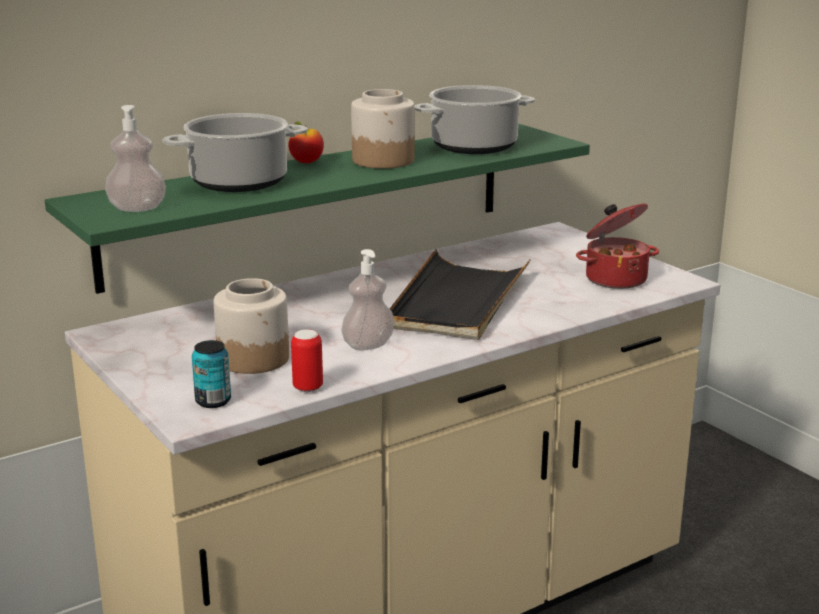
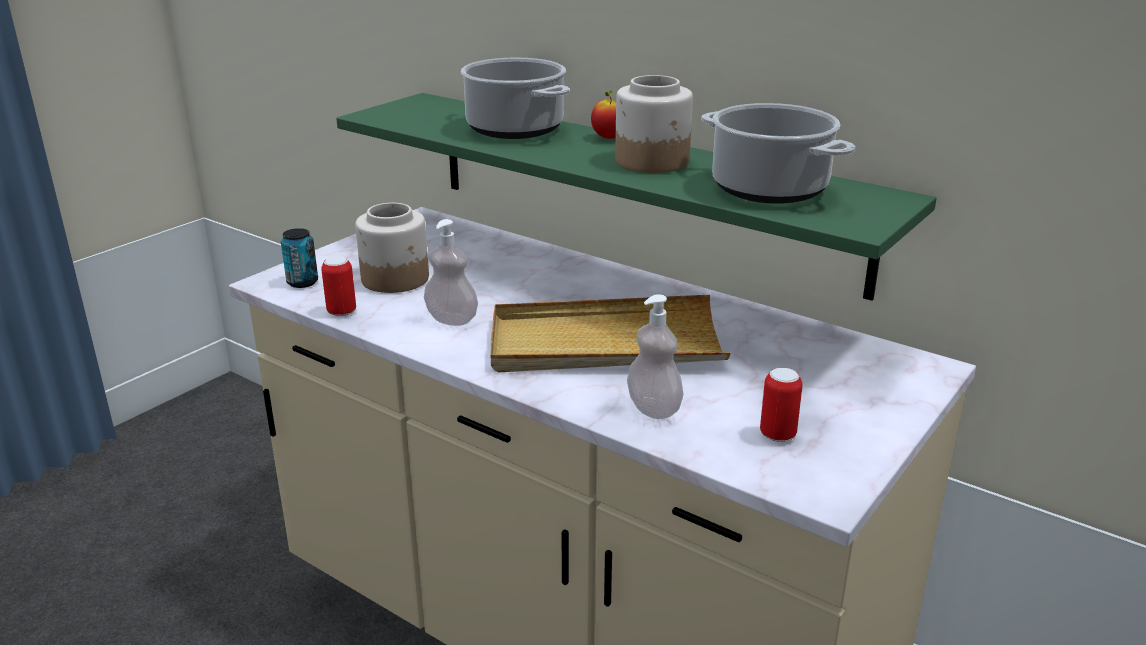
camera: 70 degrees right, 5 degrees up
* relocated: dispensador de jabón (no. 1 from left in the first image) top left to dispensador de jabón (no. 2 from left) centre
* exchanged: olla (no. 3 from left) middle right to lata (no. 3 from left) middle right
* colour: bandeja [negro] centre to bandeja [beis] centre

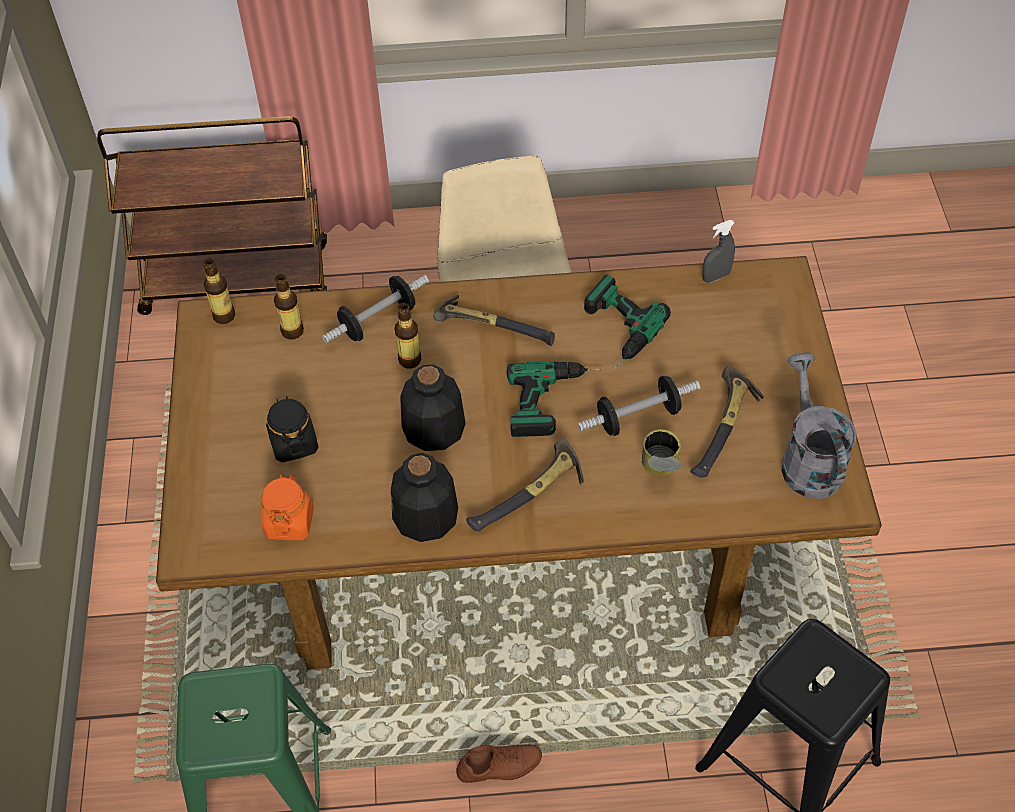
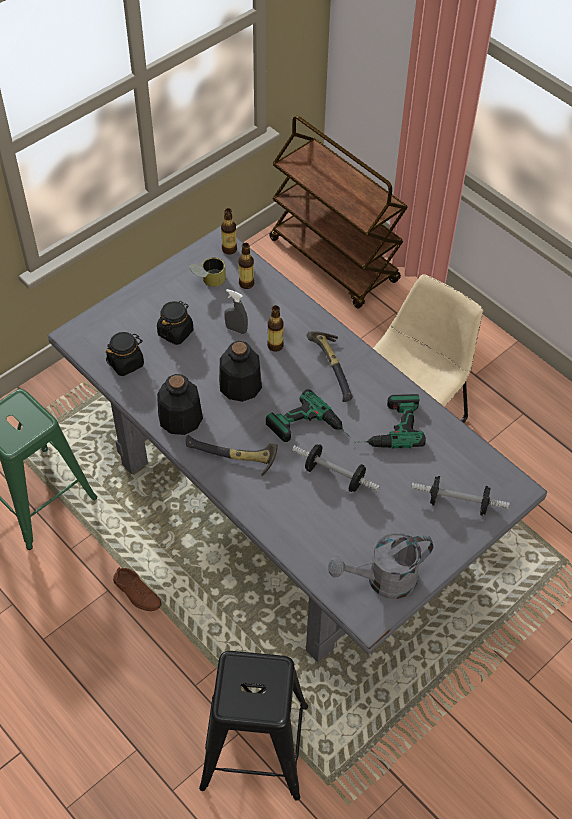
camera: 50 degrees right, 0 degrees up
* missing: martillo (no. 3 from left) middle right
* relocated: mancuerna (no. 1 from left in the first image) centre to mancuerna (no. 2 from left) middle right
* relocated: lata centre to top centre
* relocated: pulverizador [gris] top right to centre
* colour: mesa de comedor [marrón] centre to mesa de comedor [gris] centre
* colour: tarro [naranja] middle left to tarro [negro] (no. 1 from left) middle left
* spun: regadera [gris] middle right = bottom centre 150 degrees counterclockwise

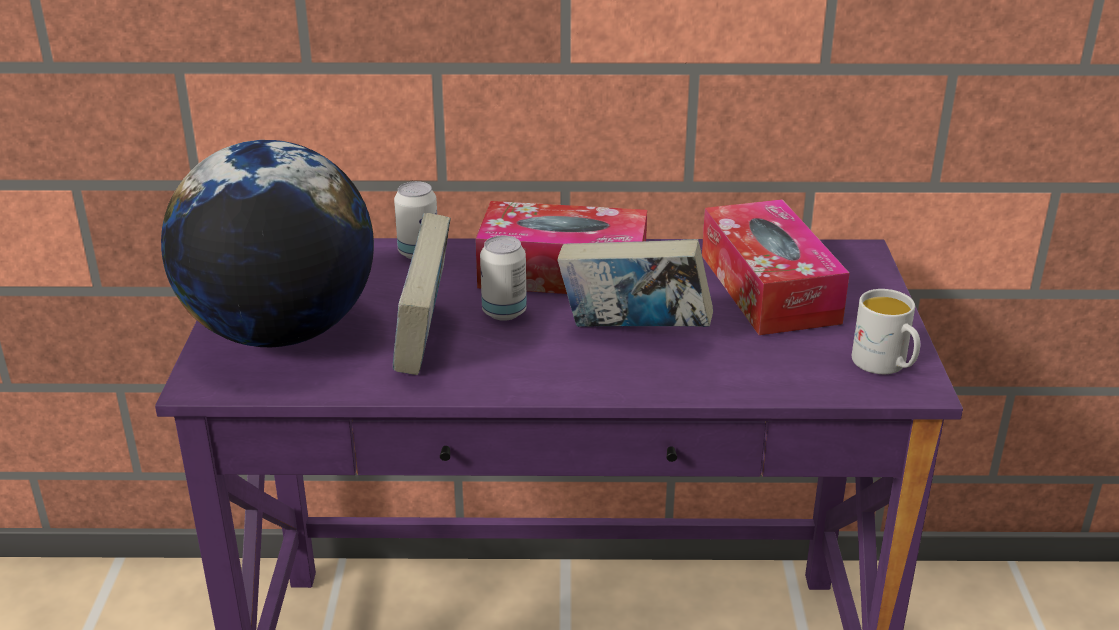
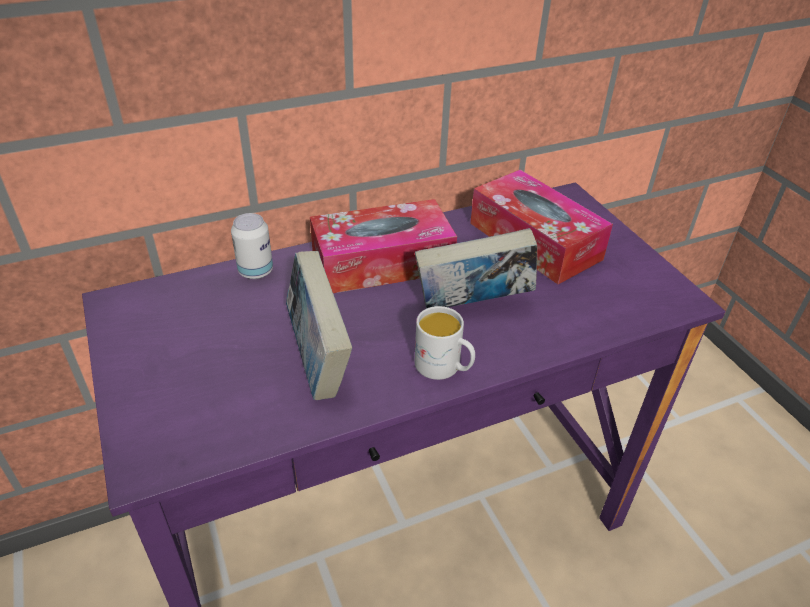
camera: 25 degrees left, 10 degrees up
* missing: globo terráqueo middle left
* missing: lata (no. 2 from left) centre
* relocated: taza grande [blanco] middle right to centre

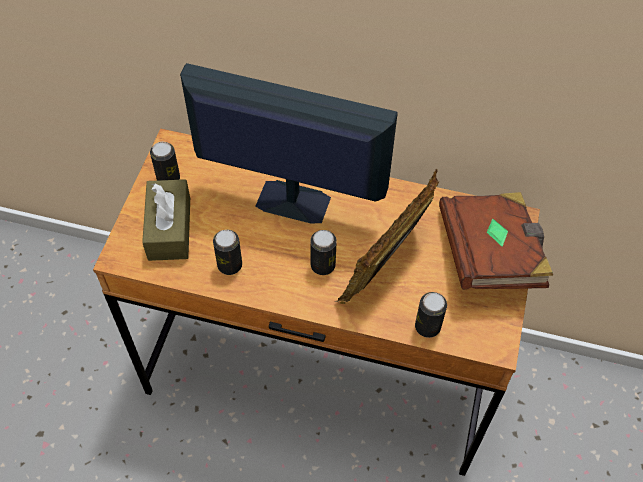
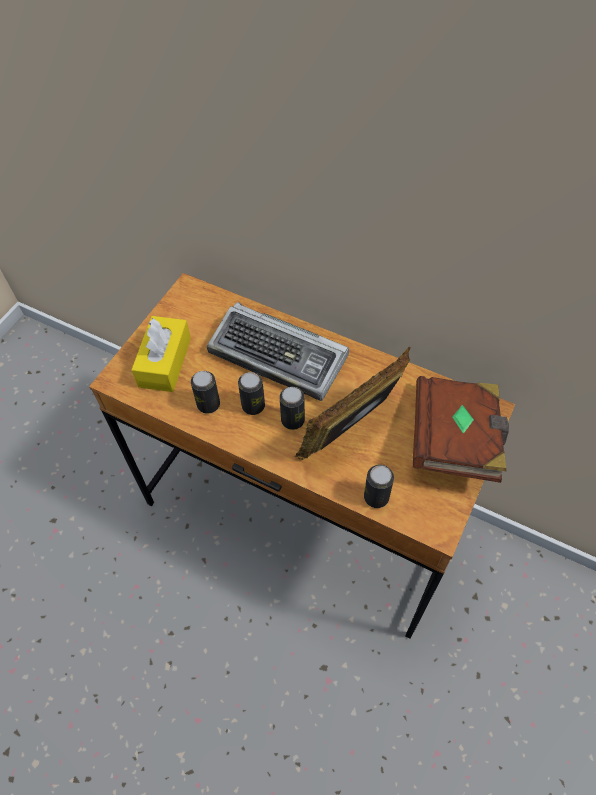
camera: 15 degrees right, 0 degrees up
* relocated: lata (no. 1 from left in the first image) middle left to lata (no. 2 from left) centre
* exchanged: monitor top centre to teclado centre
* colour: caja de pañuelos [marrón] middle left to caja de pañuelos [amarillo] middle left

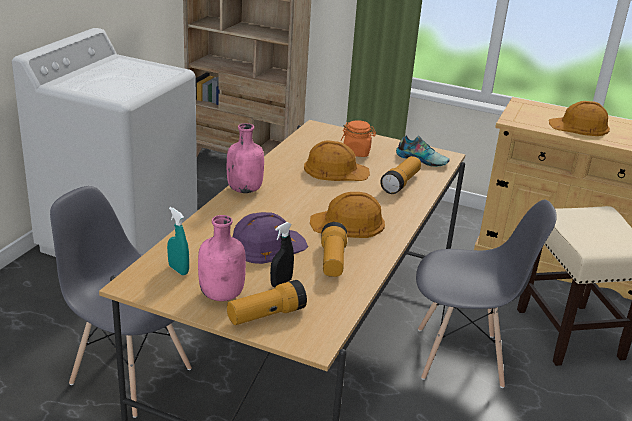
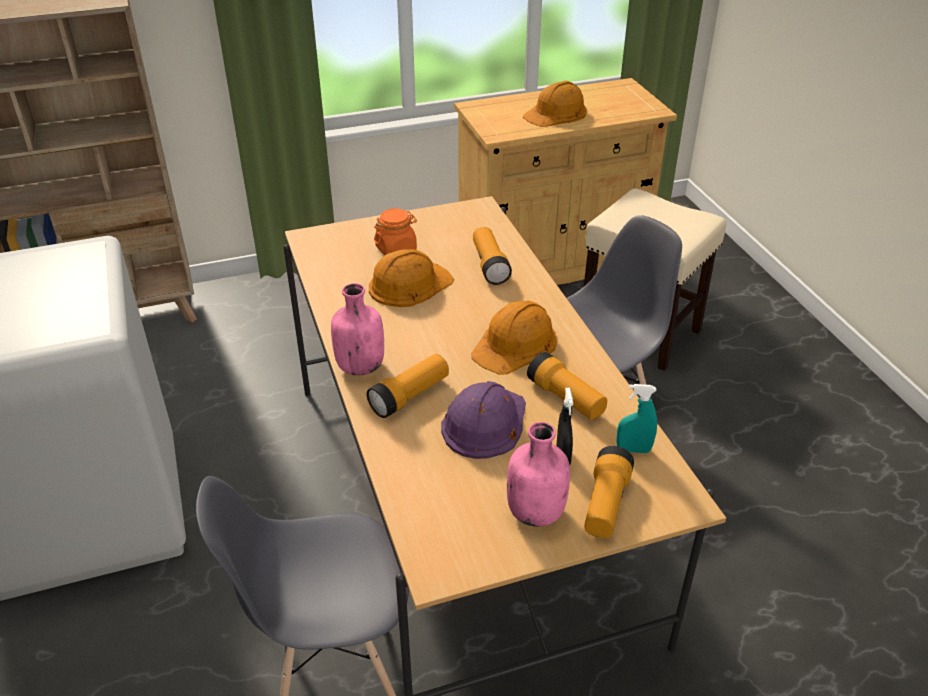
camera: 40 degrees left, 10 degrees up
* missing: zapato middle right
* appeared: linterna (no. 1 from left) centre
* relocated: pulverizador [turquesa] middle left to middle right

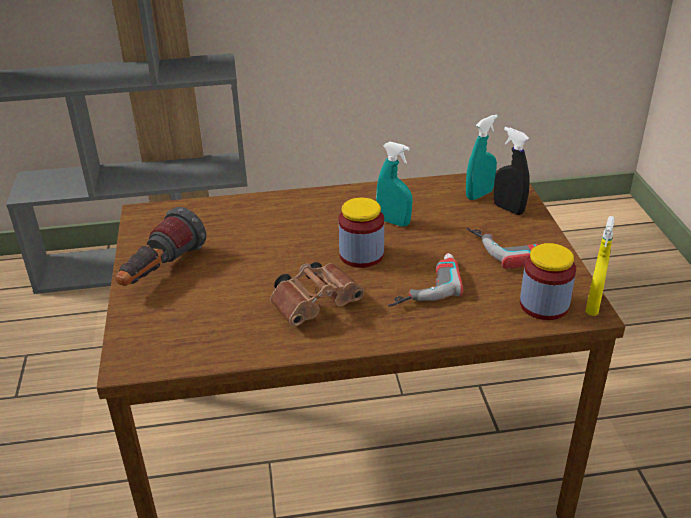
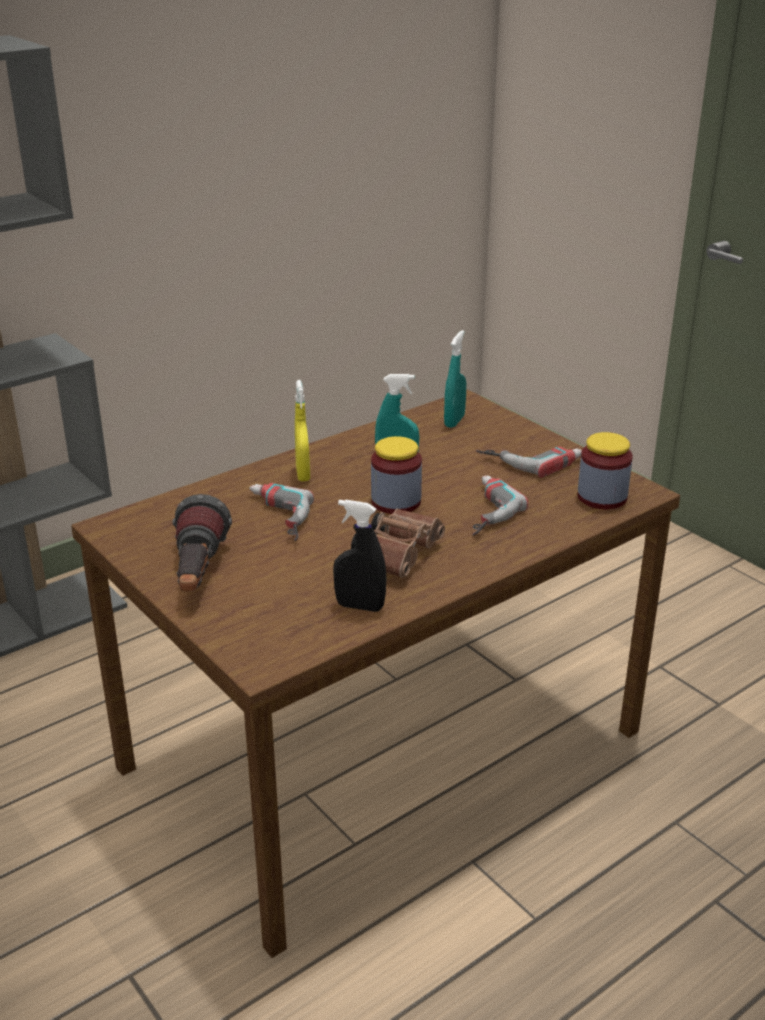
camera: 30 degrees left, 5 degrees down
* appeared: taladro (no. 1 from left) centre
* relocated: pulverizador [negro] top right to centre
* relocated: pulverizador [amarillo] middle right to centre

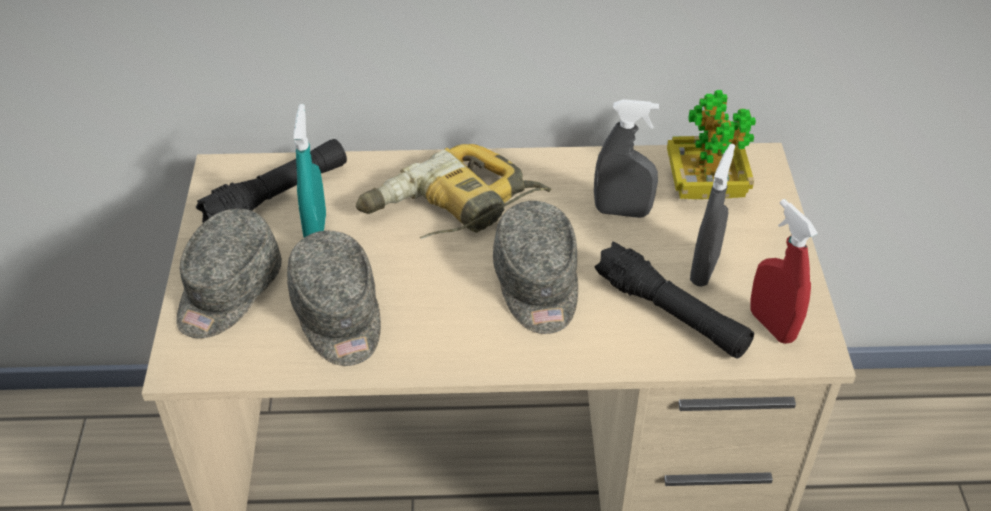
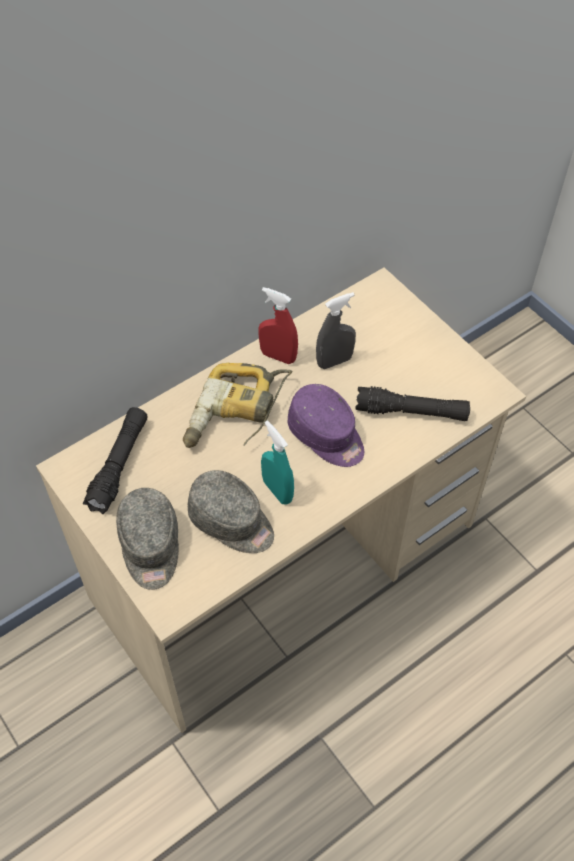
camera: 35 degrees left, 10 degrees up
* missing: planta en maceta top right
* missing: pulverizador [gris] (no. 2 from left) middle right
* relocated: pulverizador [turquesa] top left to centre
* relocated: pulverizador [rojo] middle right to centre
* colour: gorra [gris] (no. 3 from left) centre to gorra [morado] centre

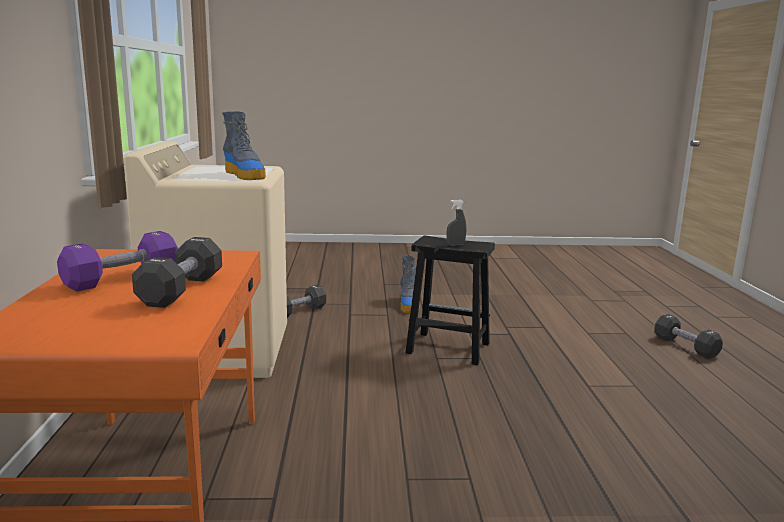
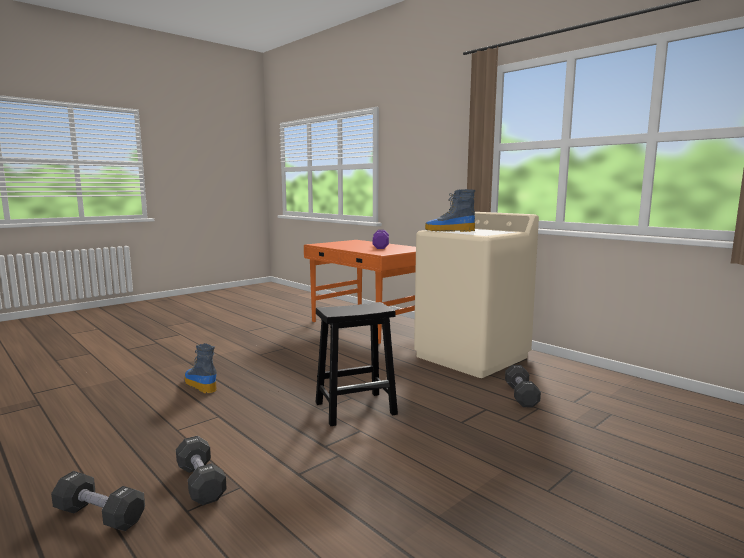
camera: 140 degrees right, 5 degrees down
* missing: pulverizador [gris] centre
* relocated: mancuerna [negro] (no. 1 from left in the first image) middle left to mancuerna [negro] (no. 2 from left) bottom left
* relocated: bota (no. 2 from left in the first image) centre to bota (no. 1 from left) middle left

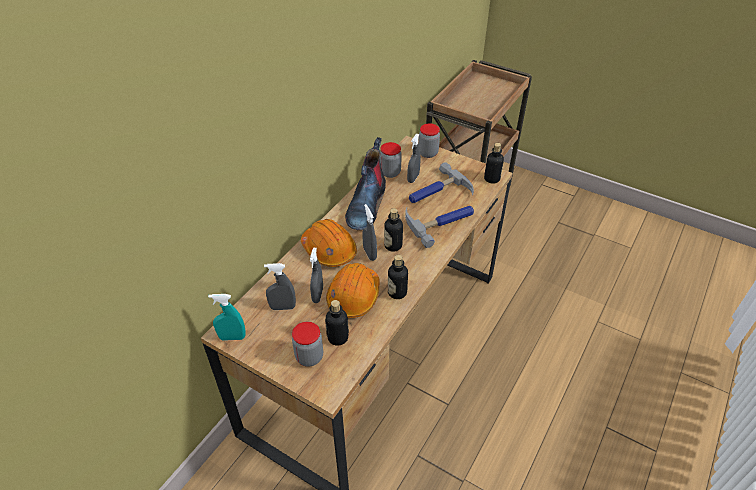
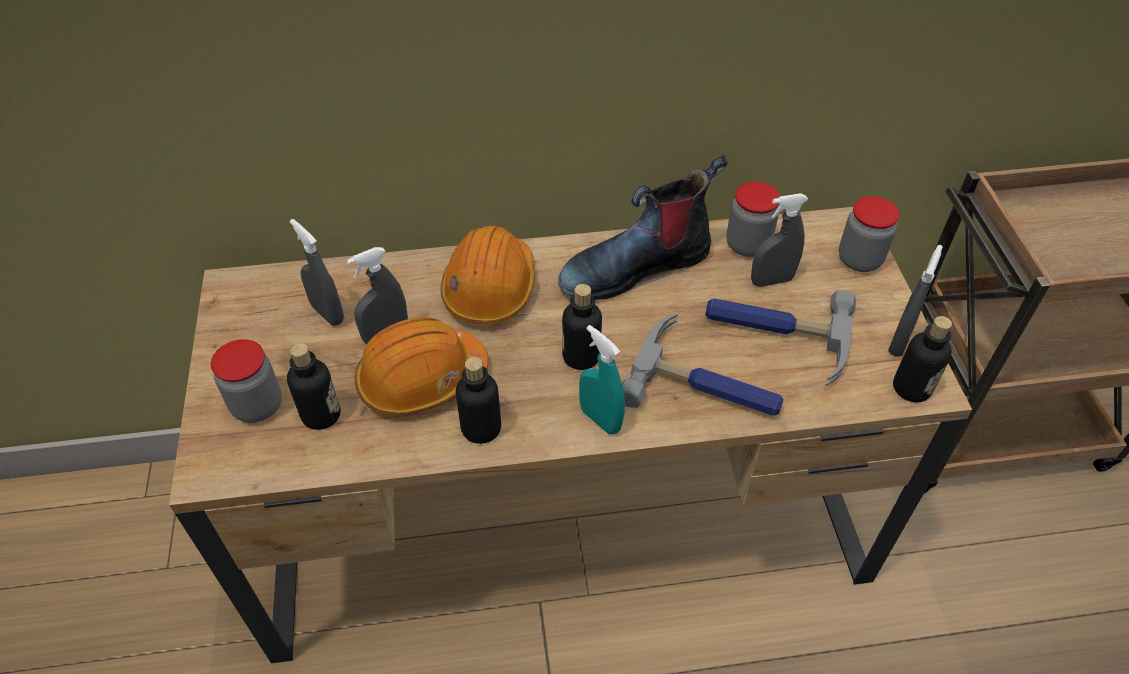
camera: 50 degrees right, 5 degrees up
* relocated: pulverizador [turquesa] middle left to centre
* relocated: pulverizador [gris] (no. 3 from left in the first image) centre to pulverizador [gris] (no. 4 from left) middle right

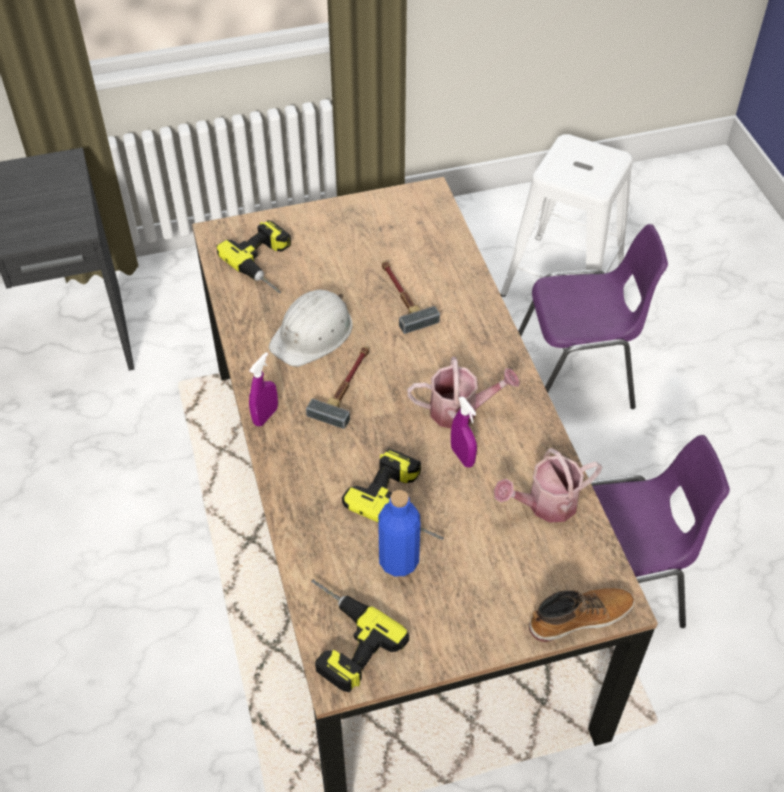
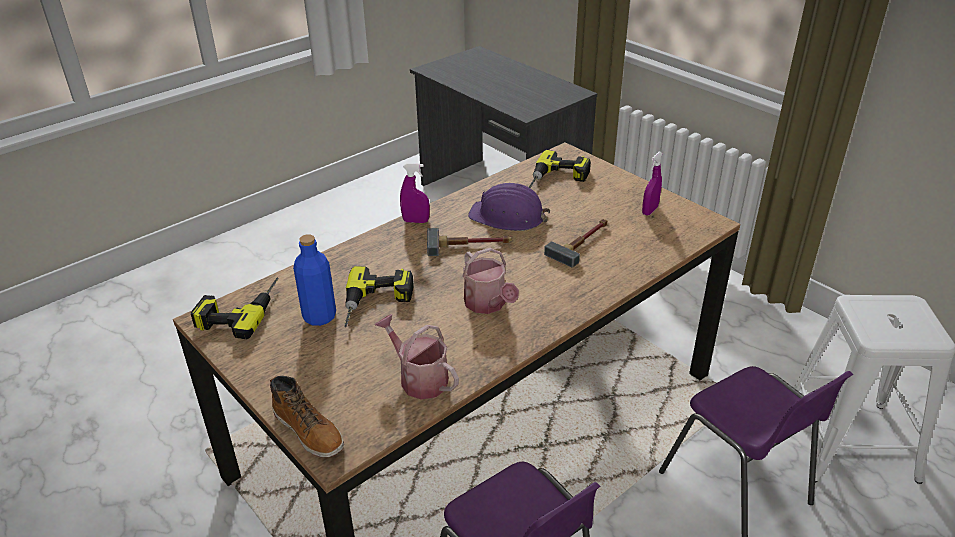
camera: 65 degrees right, 15 degrees down
* relocated: pulverizador [morado] (no. 2 from left) centre to middle right
* colour: casco [blanco] centre to casco [morado] centre

